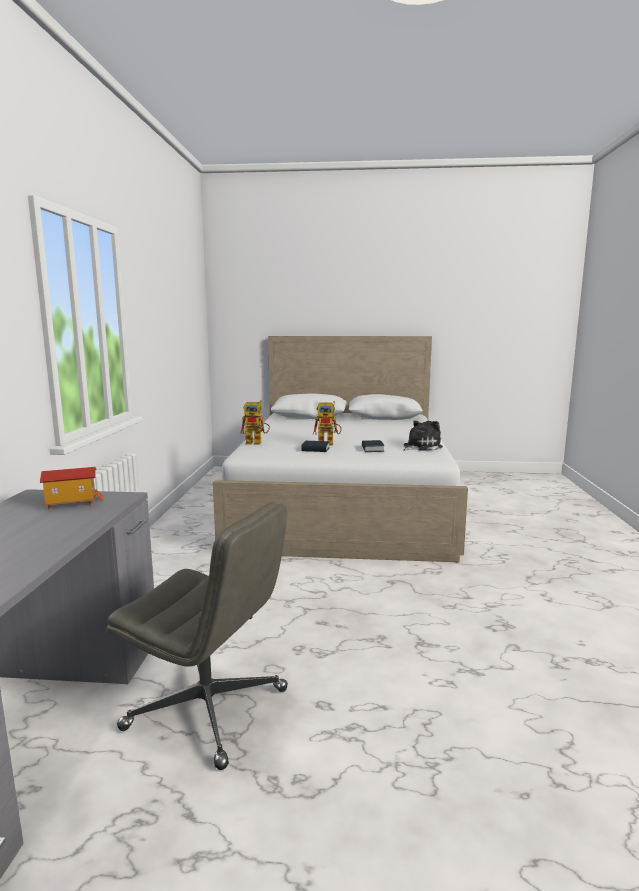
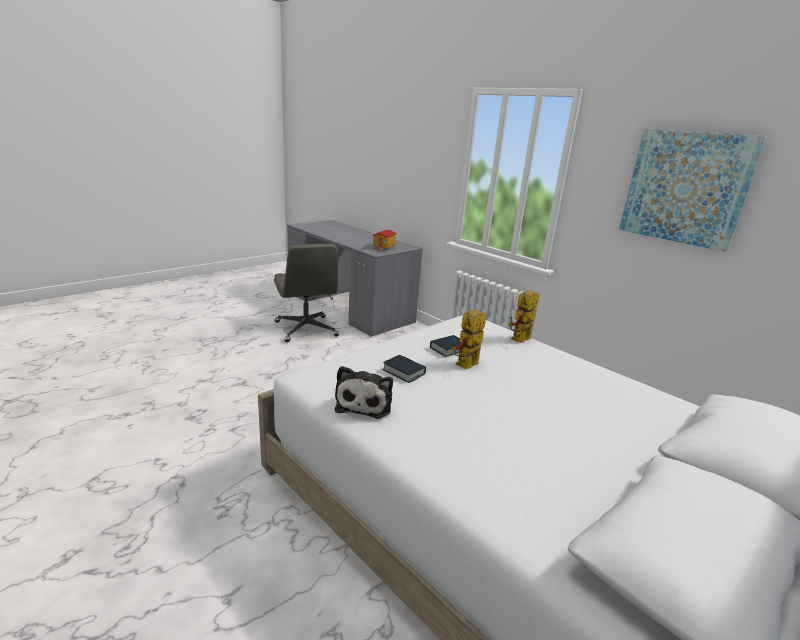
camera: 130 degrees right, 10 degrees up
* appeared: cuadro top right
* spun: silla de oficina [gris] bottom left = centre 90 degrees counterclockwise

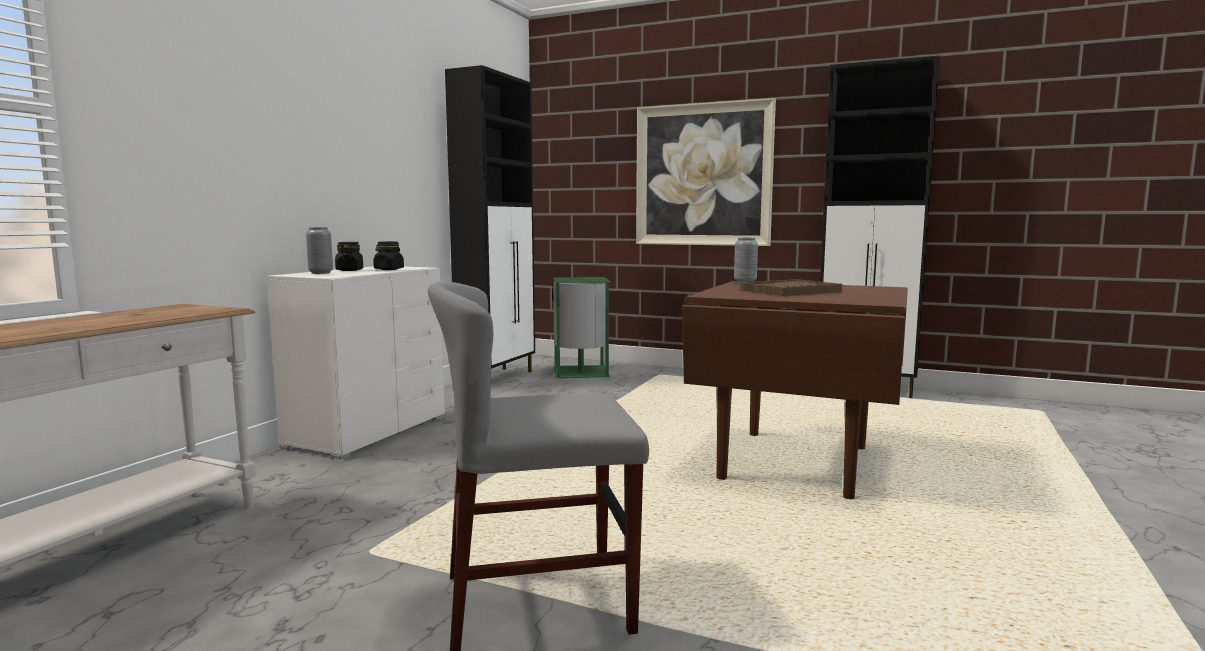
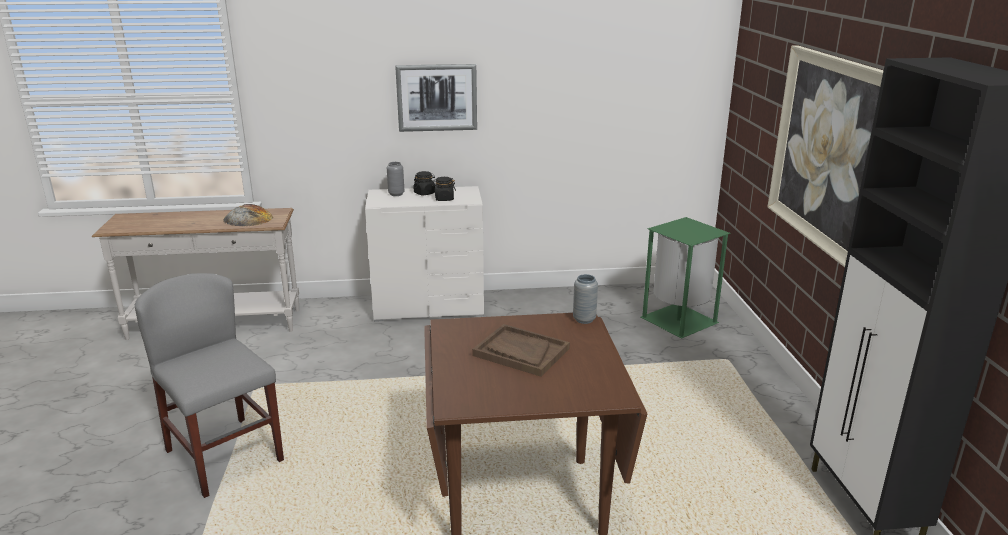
camera: 60 degrees right, 15 degrees up
* missing: armario [negro] (no. 1 from left) centre
* appeared: pan middle left
* appeared: cuadro (no. 1 from left) top centre

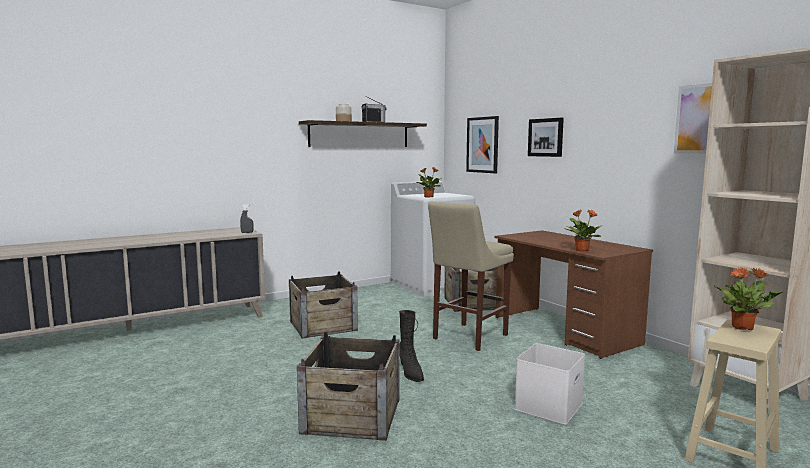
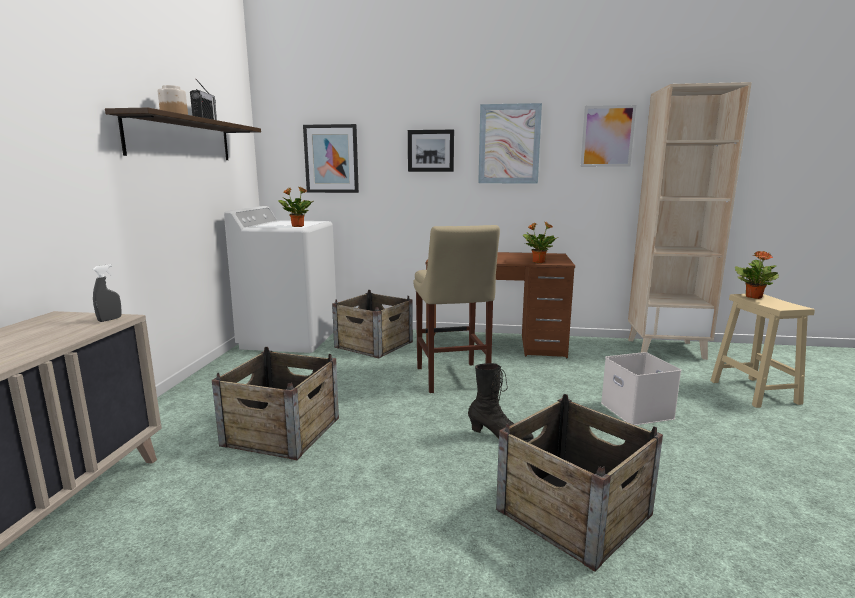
camera: 50 degrees left, 5 degrees up
* appeared: cuadro (no. 3 from left) top centre

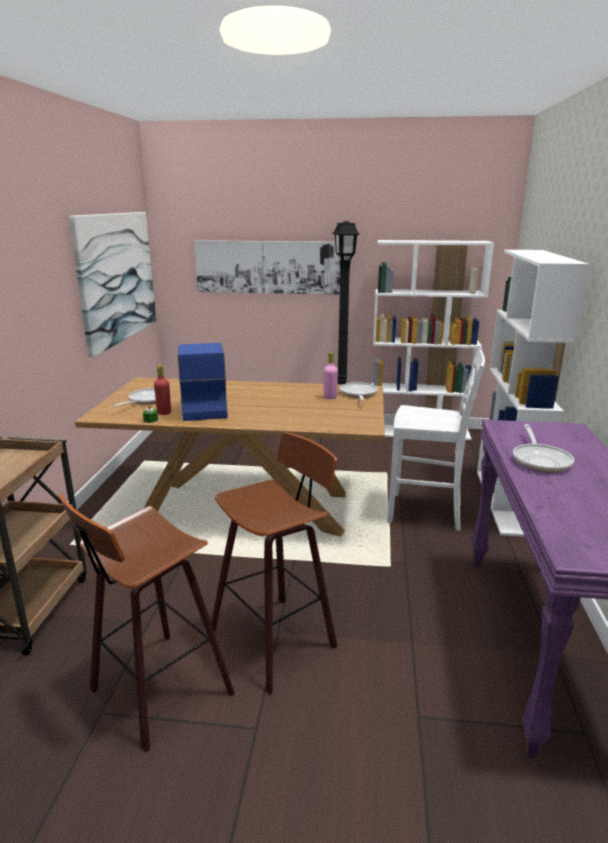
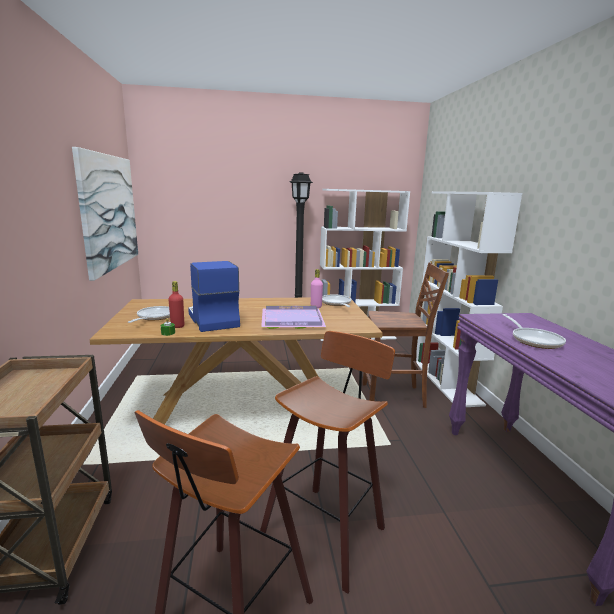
camera: 15 degrees left, 5 degrees down
* missing: cuadro (no. 2 from left) top centre
* appeared: bandeja [morado] centre
* colour: silla [blanco] middle right to silla [marrón] centre

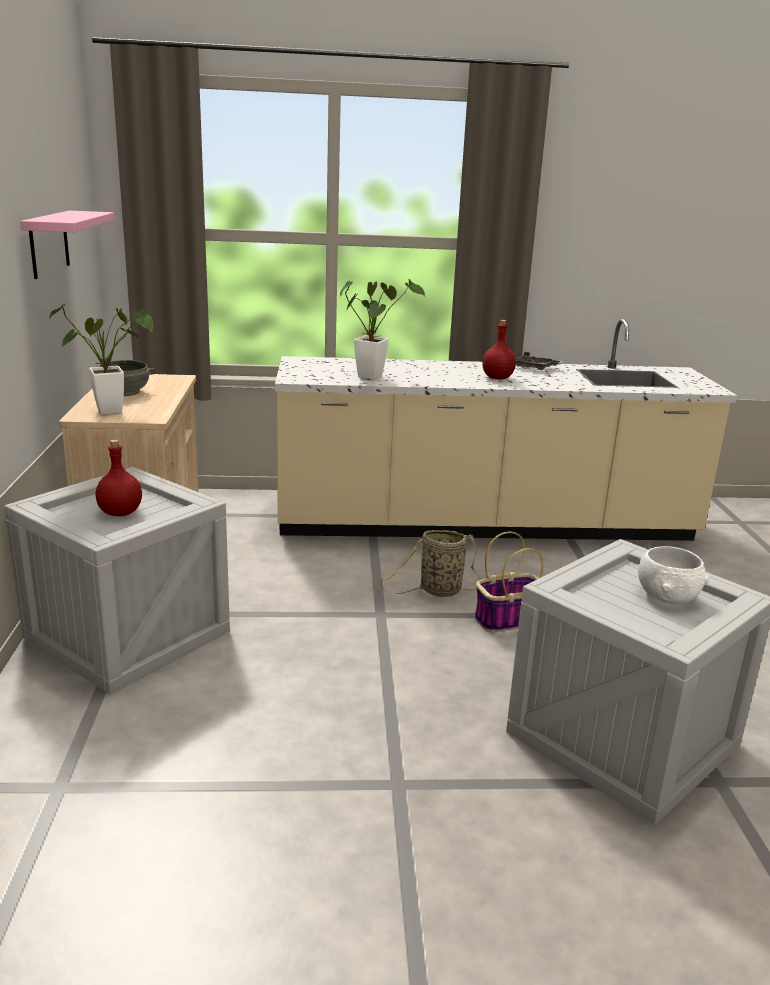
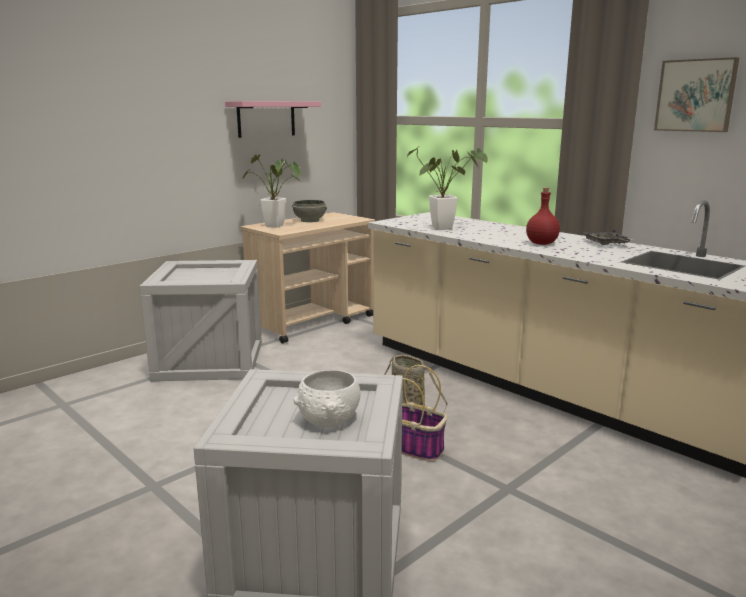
camera: 50 degrees right, 5 degrees down
* missing: botella [rojo] (no. 1 from left) middle left
* appeared: cuadro top right

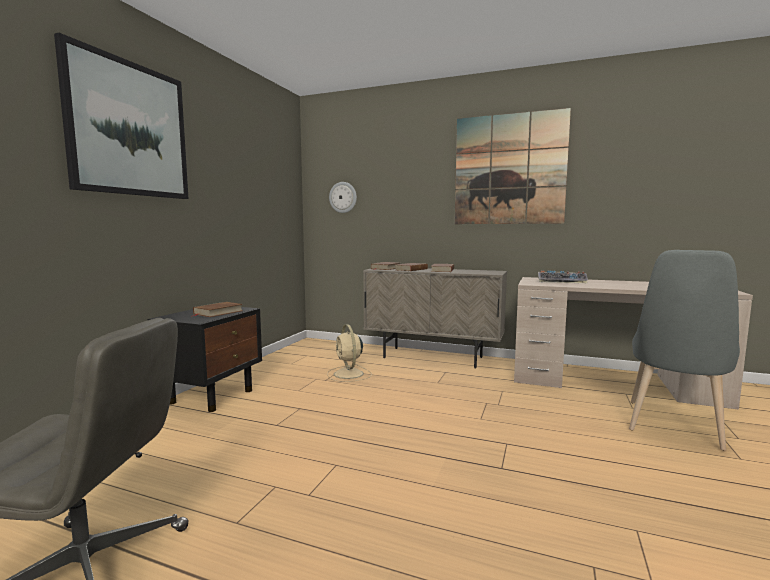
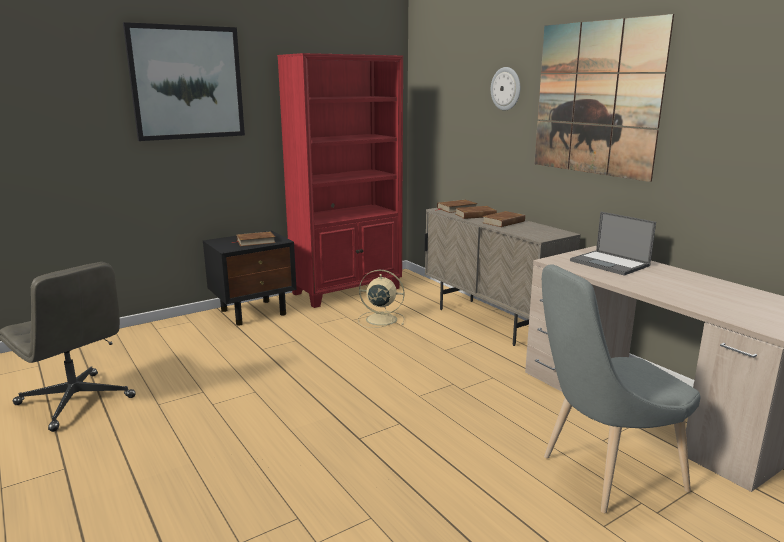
camera: 35 degrees right, 10 degrees up
* appeared: estantería [rojo] top centre
* relocated: reloj de pared centre to top centre
* exchanged: teclado middle right to portátil middle right
* spun: ventilador [beis] centre = centre 90 degrees clockwise

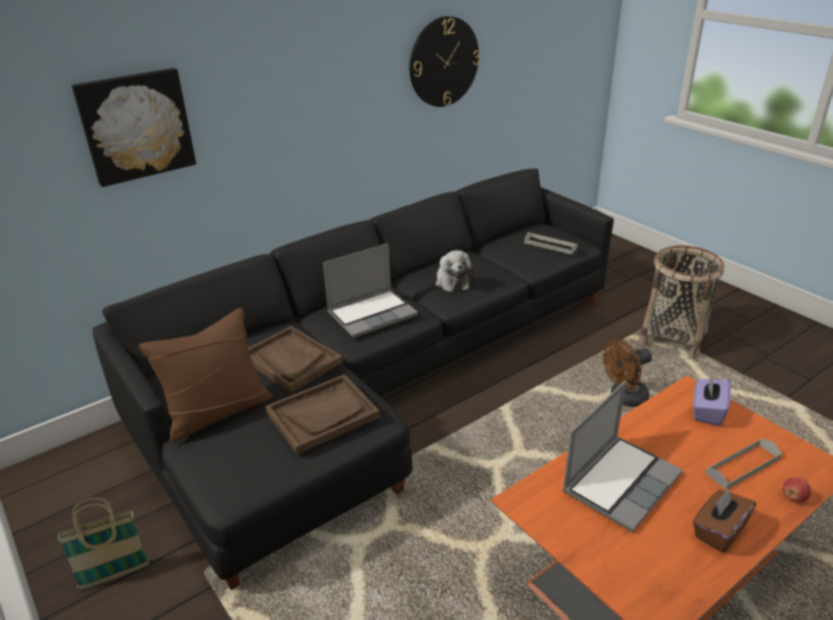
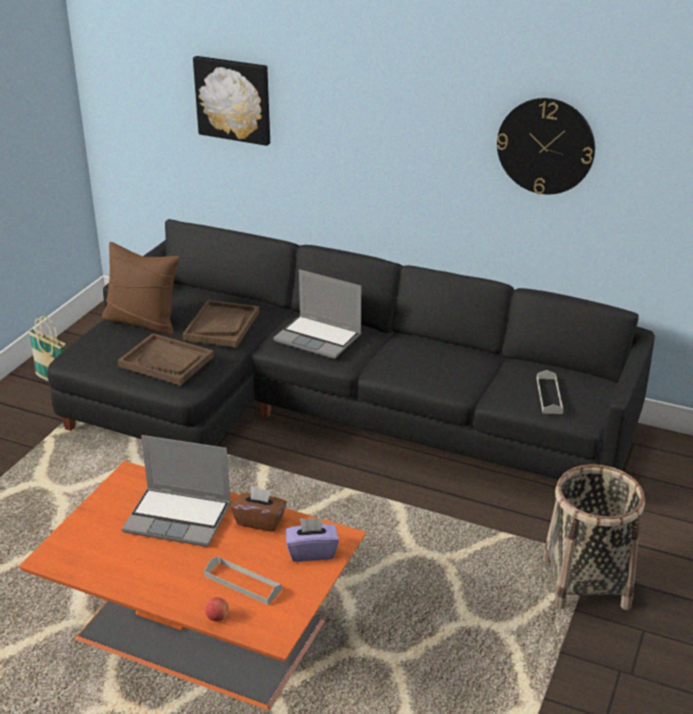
camera: 60 degrees right, 0 degrees up
* missing: peluche centre
* missing: ventilador [marrón] middle right
* relocated: caja de pañuelos [marrón] bottom right to bottom centre

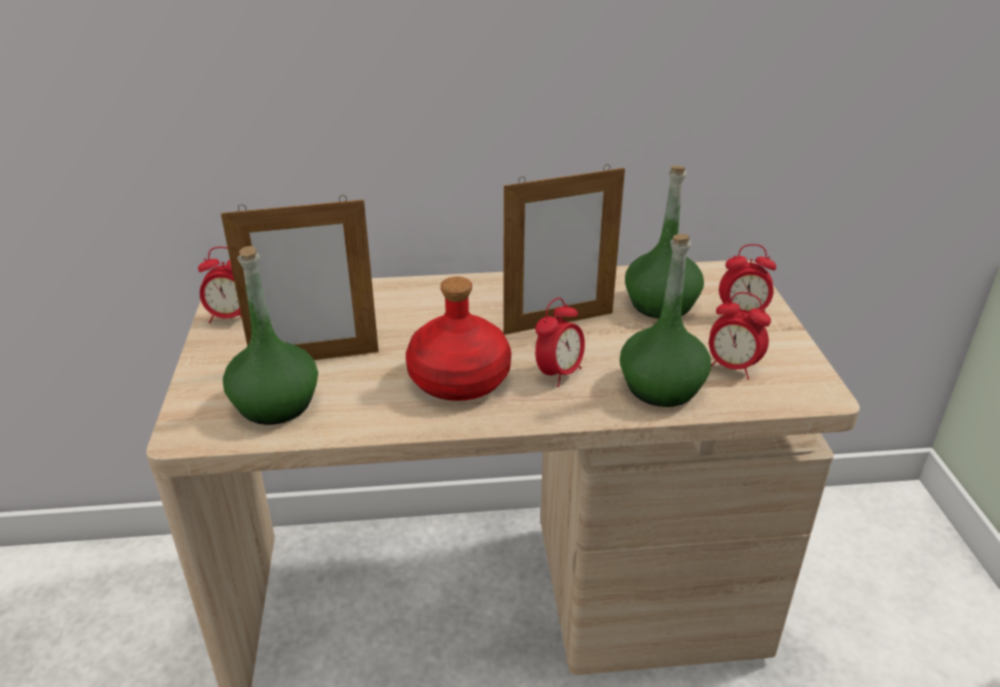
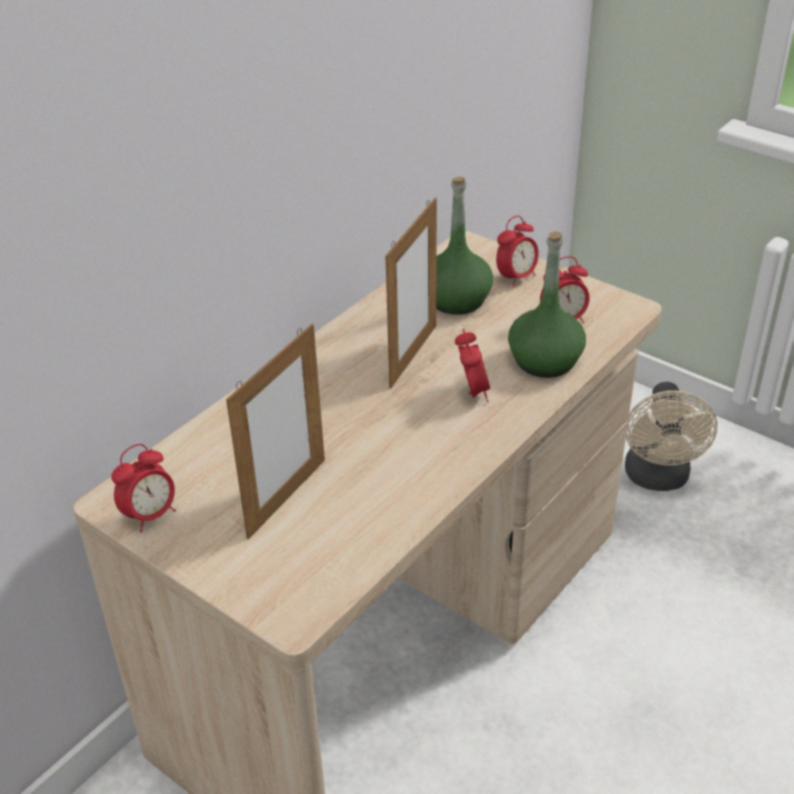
camera: 45 degrees left, 5 degrees up
* missing: botella [verde] (no. 1 from left) middle left
* missing: botella [rojo] centre
* appeared: ventilador [beis] middle right

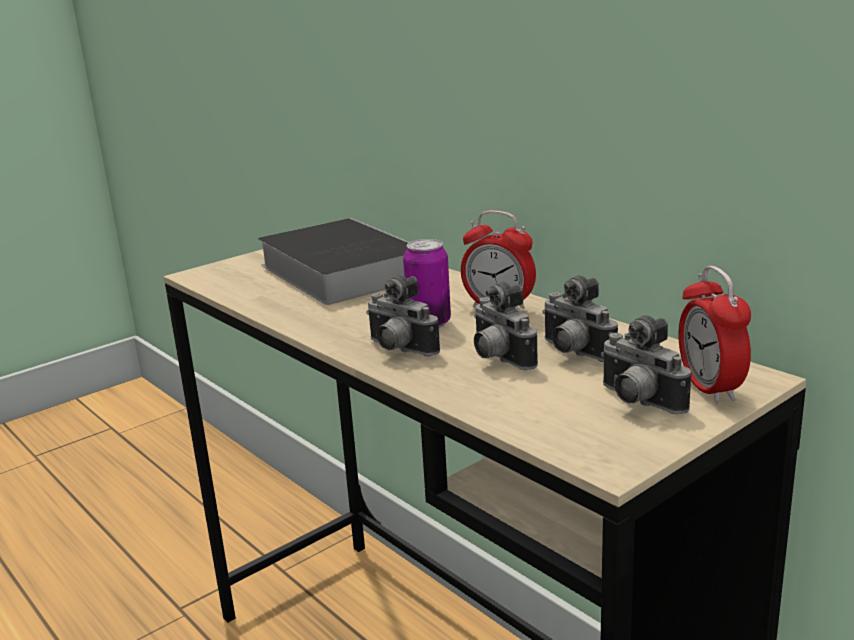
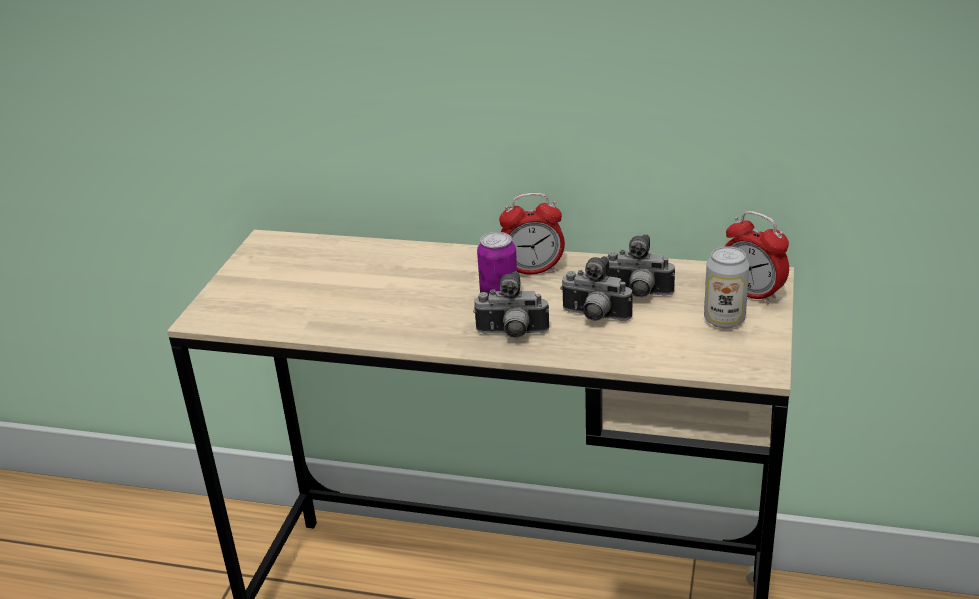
camera: 35 degrees left, 10 degrees up
* missing: libro centre
* exchanged: cámara (no. 4 from left) middle right to lata (no. 2 from left) middle right

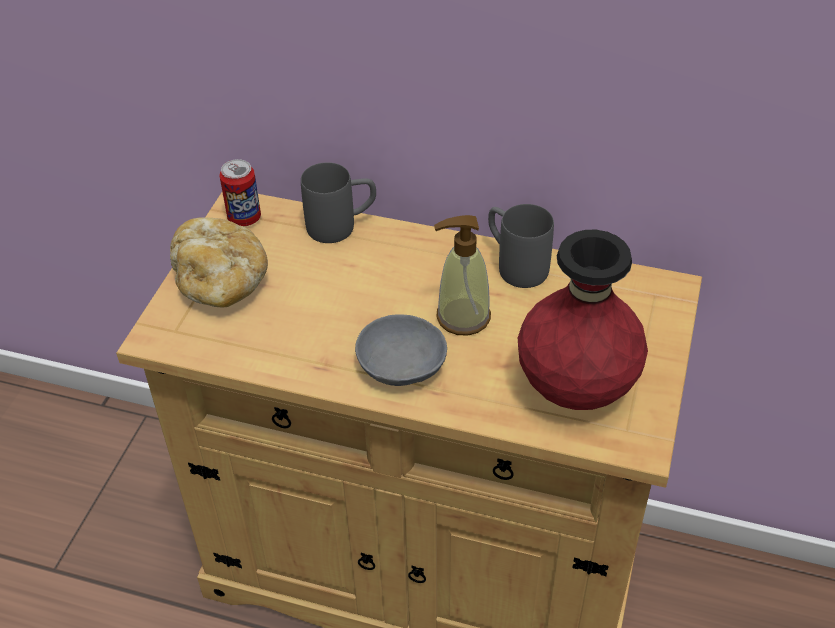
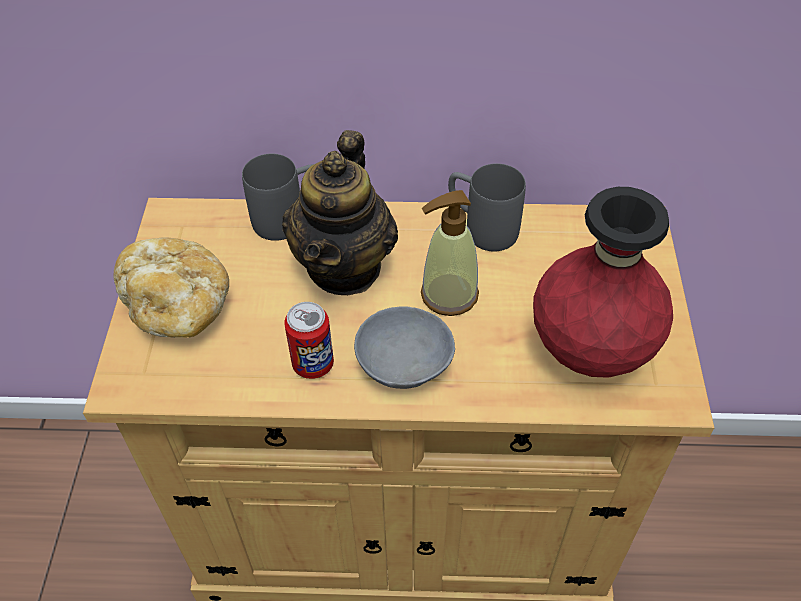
camera: 15 degrees left, 5 degrees up
* appeared: tetera centre
* relocated: lata top left to centre

